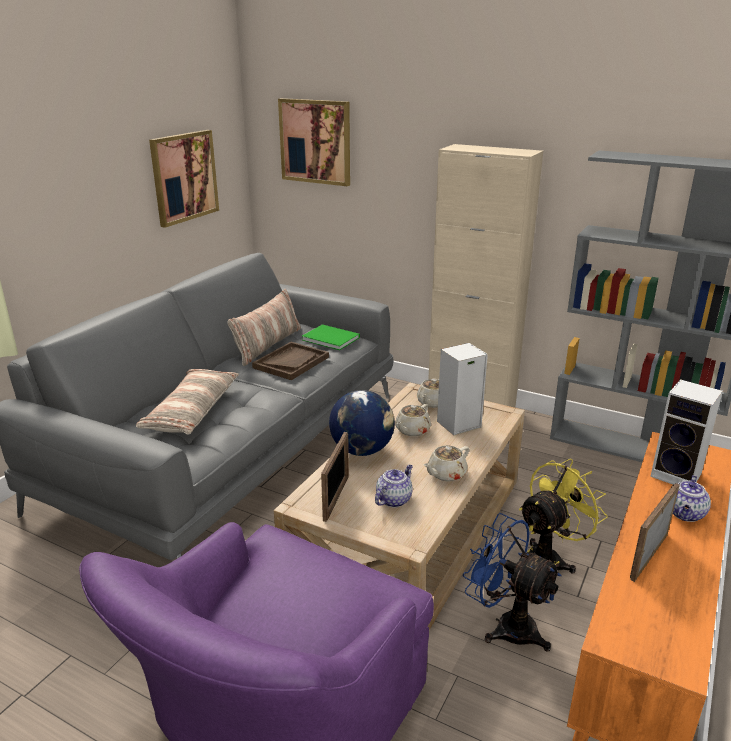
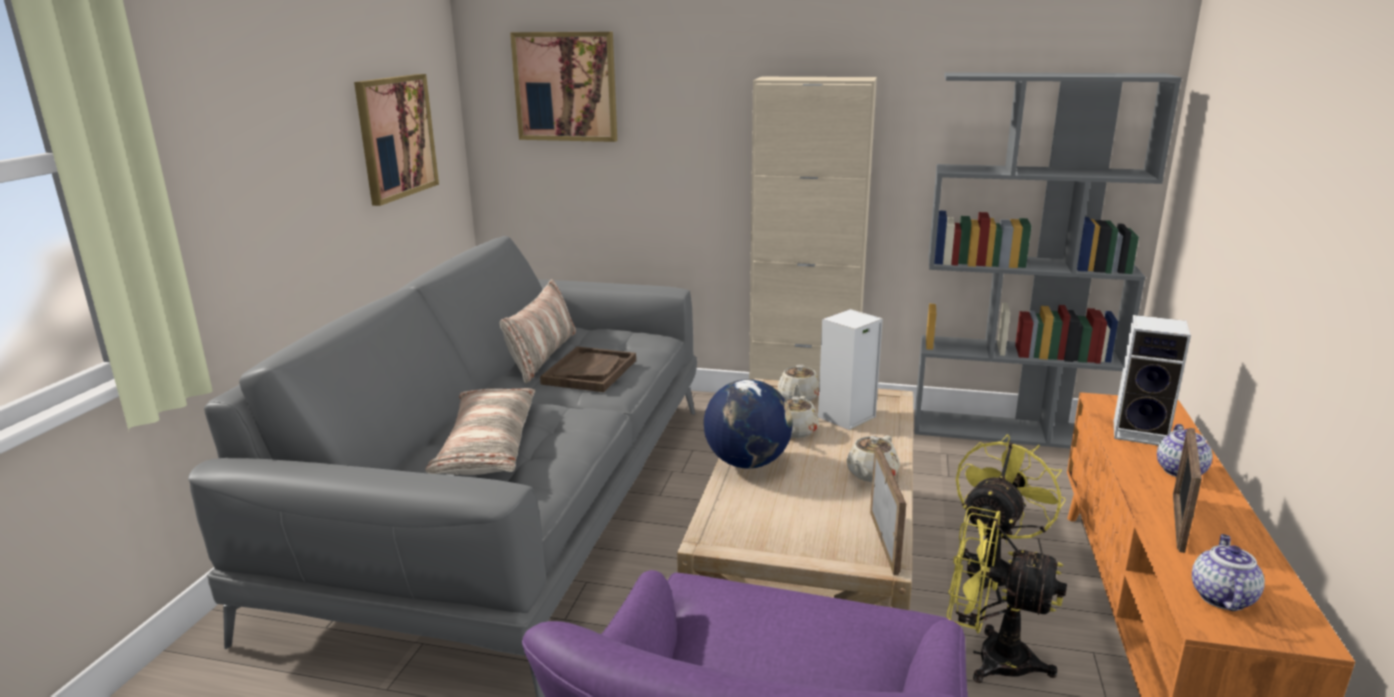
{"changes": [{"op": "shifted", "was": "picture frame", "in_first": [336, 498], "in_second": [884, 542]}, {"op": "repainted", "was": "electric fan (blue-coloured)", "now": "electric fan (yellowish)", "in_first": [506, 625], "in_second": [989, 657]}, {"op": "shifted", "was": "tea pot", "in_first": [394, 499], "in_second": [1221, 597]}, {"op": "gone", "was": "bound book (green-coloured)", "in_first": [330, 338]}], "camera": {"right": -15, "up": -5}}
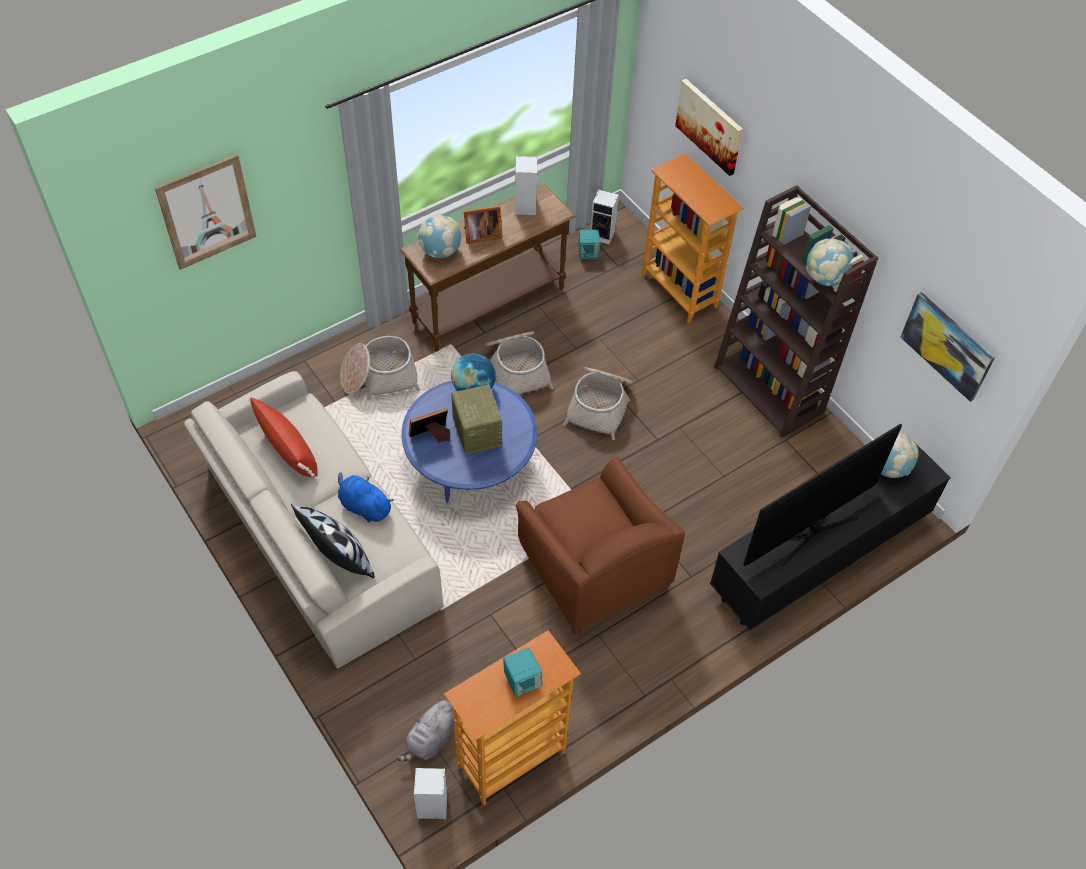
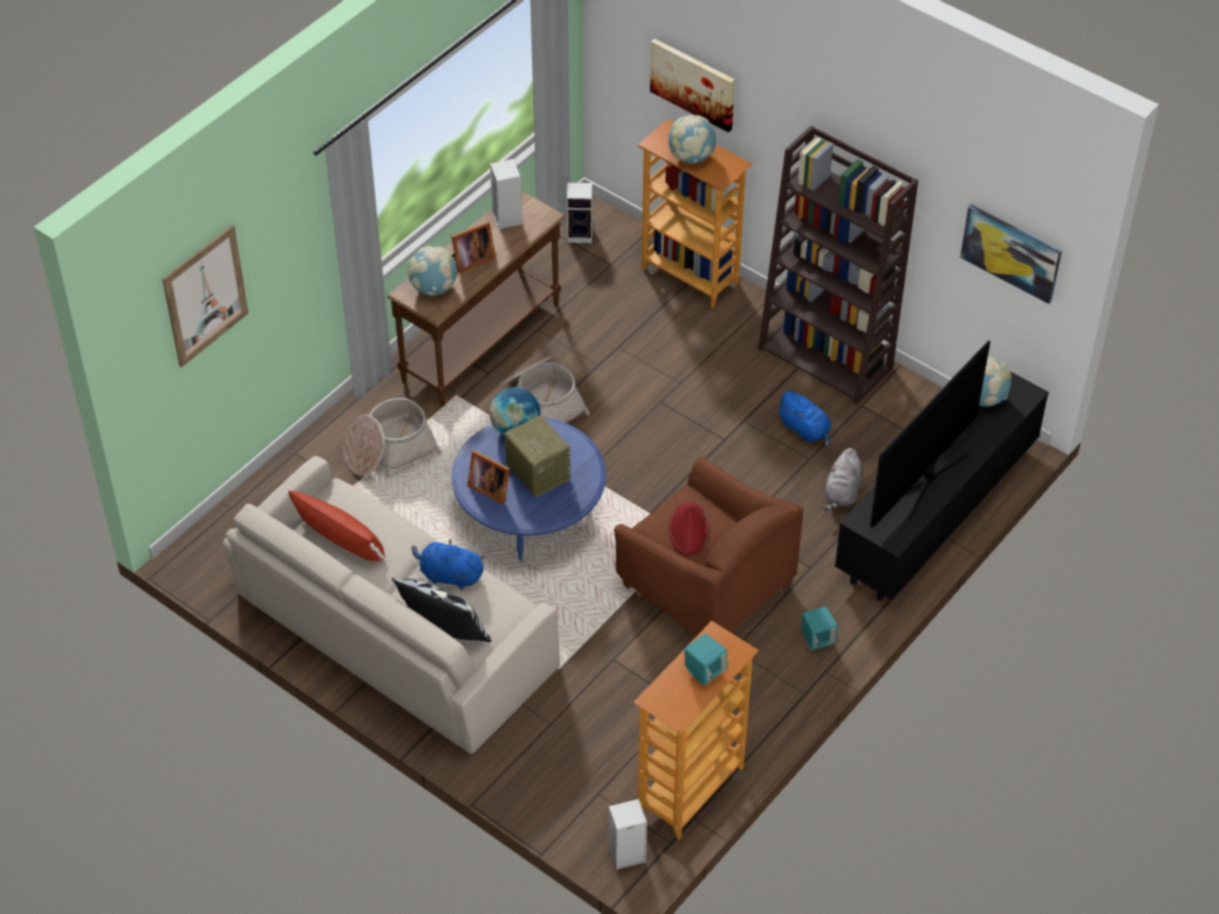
{"changes": [{"op": "rotated", "was": "picture frame", "in_first": [431, 435], "in_second": [489, 487], "clockwise": -105}, {"op": "shifted", "was": "world globe", "in_first": [825, 278], "in_second": [691, 157]}, {"op": "new", "now": "clothing hat (red)", "in_second": [688, 529]}, {"op": "new", "now": "soft toy (blue-coloured)", "in_second": [805, 430]}, {"op": "shifted", "was": "loudspeaker (turquoise-coloured)", "in_first": [588, 253], "in_second": [817, 639]}, {"op": "shifted", "was": "soft toy (gray)", "in_first": [430, 739], "in_second": [842, 493]}, {"op": "gone", "was": "household basket", "in_first": [600, 405]}], "camera": {"right": -15, "up": -5}}
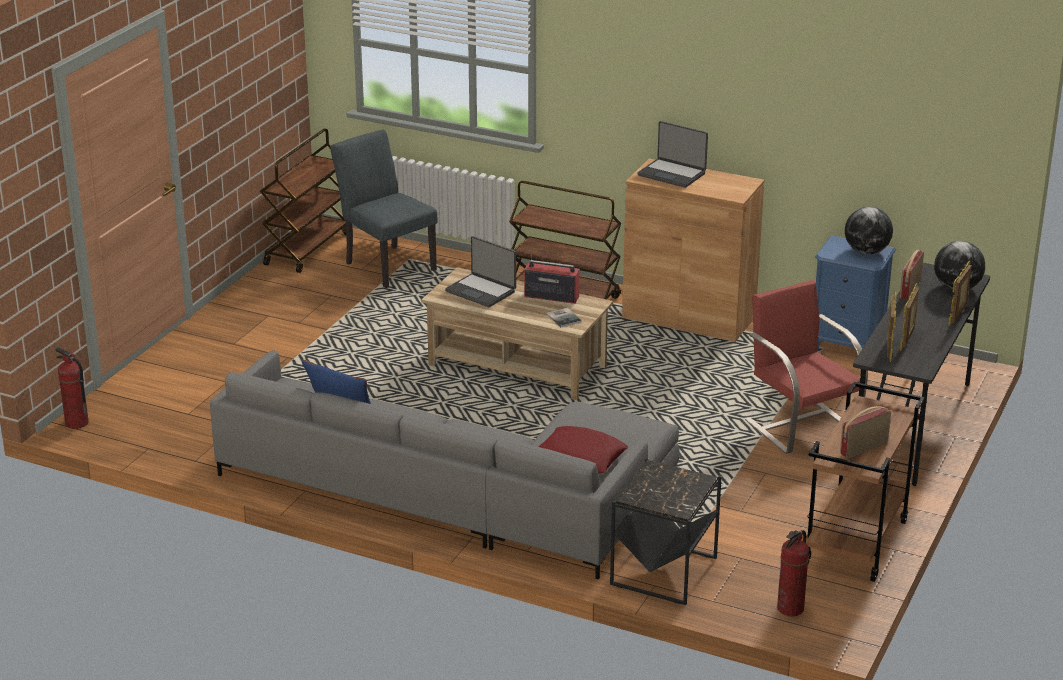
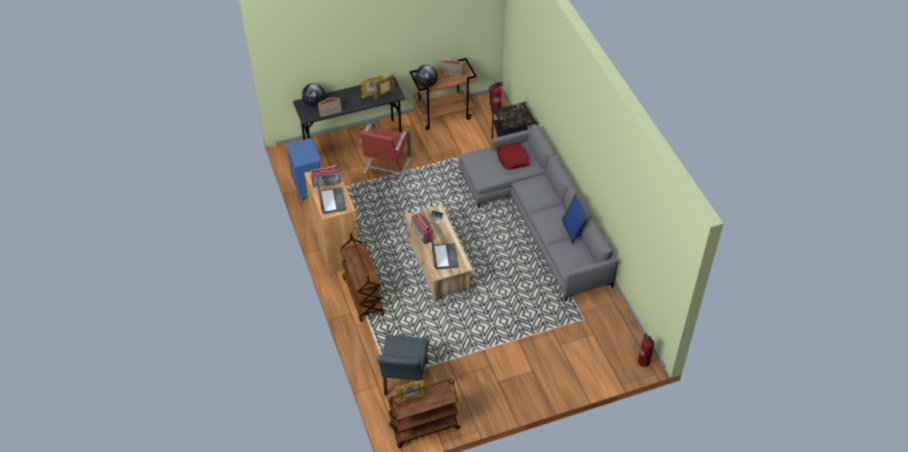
{"changes": [{"op": "new", "now": "radio", "in_second": [326, 182]}, {"op": "shifted", "was": "picture frame", "in_first": [957, 316], "in_second": [410, 398]}, {"op": "shifted", "was": "world globe", "in_first": [866, 252], "in_second": [426, 84]}], "camera": {"right": -135, "up": 20}}
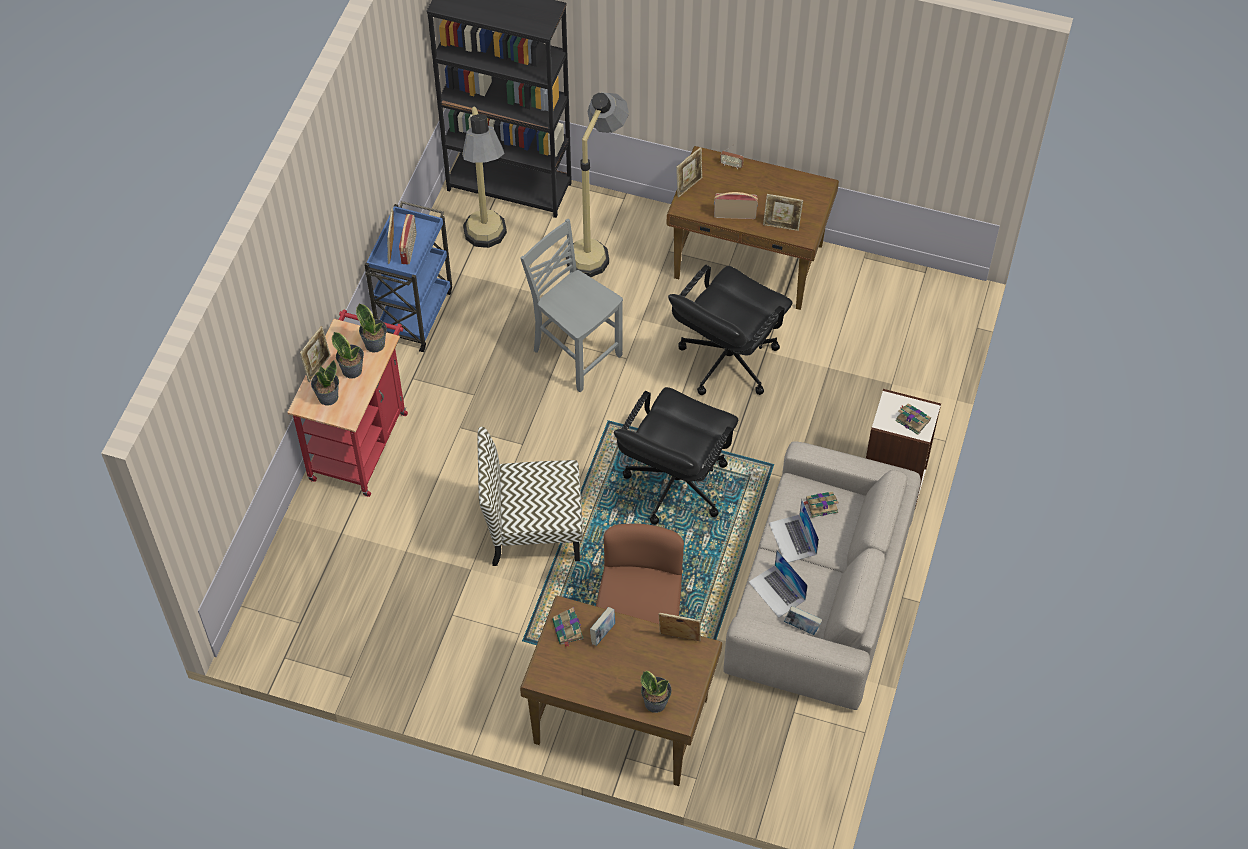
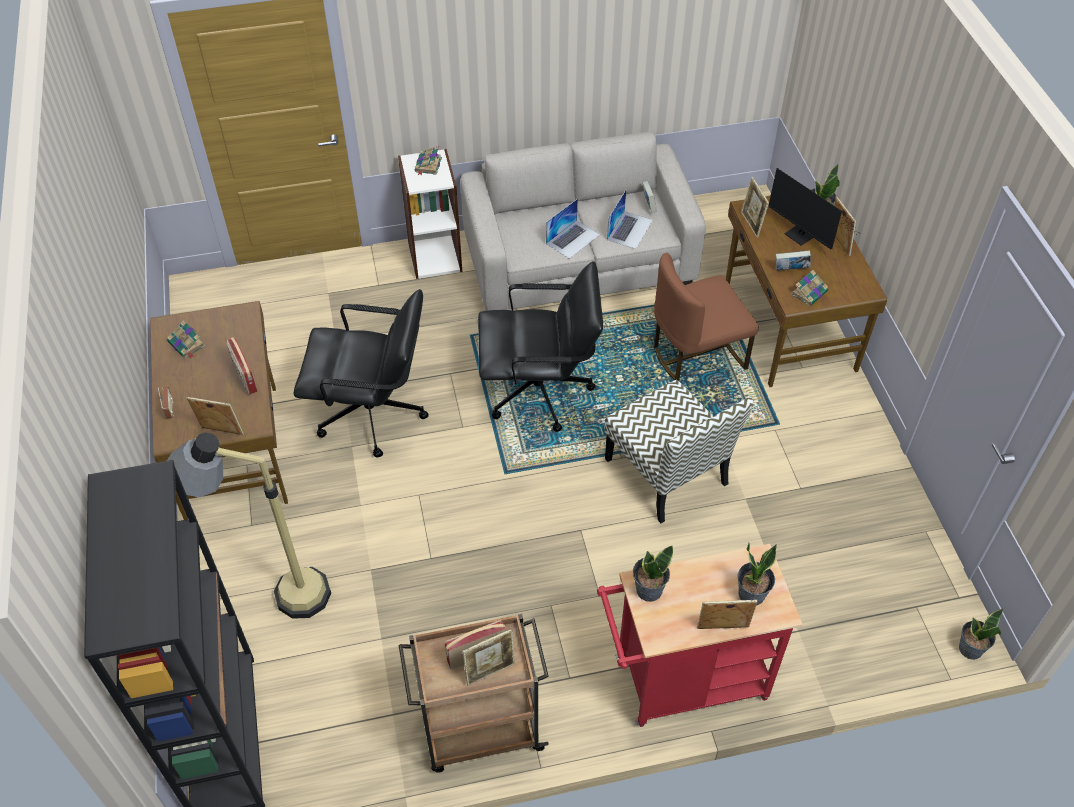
{"changes": [{"op": "shifted", "was": "bound book", "in_first": [820, 505], "in_second": [187, 344]}, {"op": "repainted", "was": "wheeled cart (blue-coloured)", "now": "wheeled cart (brown)", "in_first": [414, 313], "in_second": [479, 730]}, {"op": "new", "now": "monitor", "in_second": [802, 237]}, {"op": "shifted", "was": "picture frame", "in_first": [781, 226], "in_second": [838, 243]}, {"op": "shifted", "was": "potted plant", "in_first": [352, 370], "in_second": [970, 649]}, {"op": "gone", "was": "floor lamp", "in_first": [488, 246]}, {"op": "gone", "was": "chair (gray)", "in_first": [575, 353]}], "camera": {"right": -120, "up": -5}}
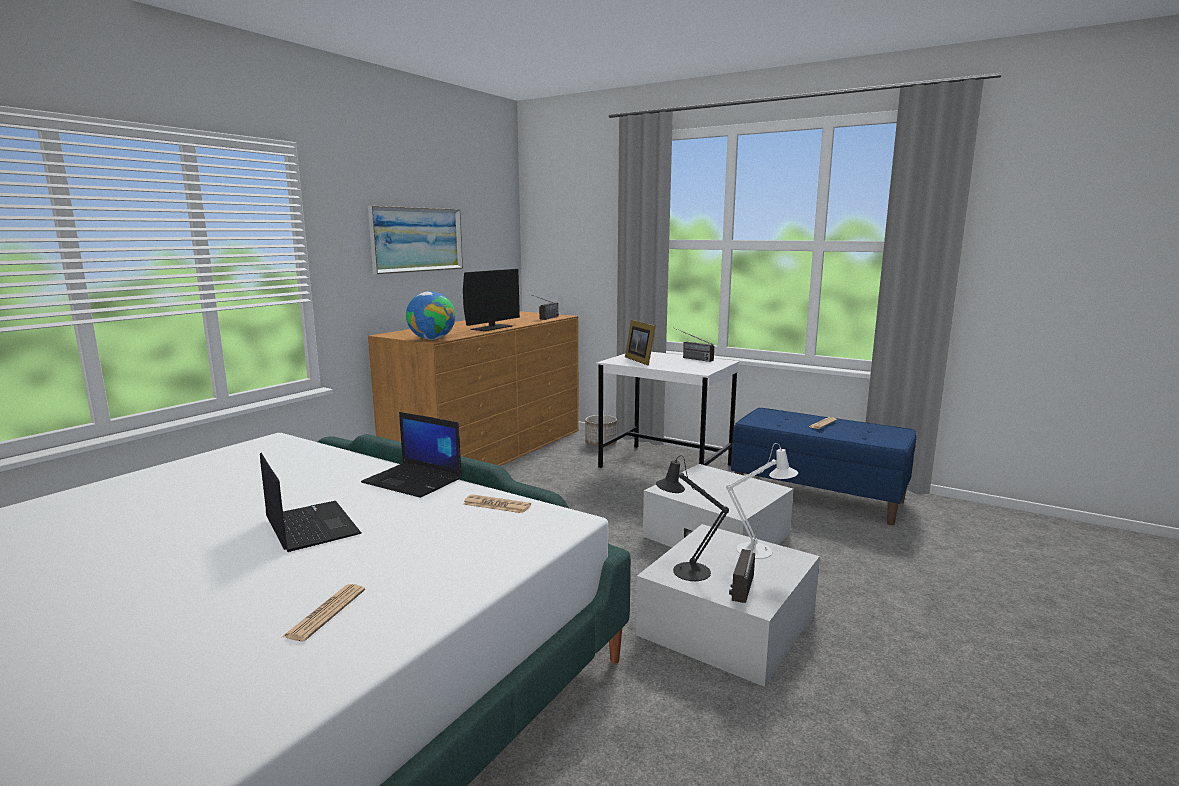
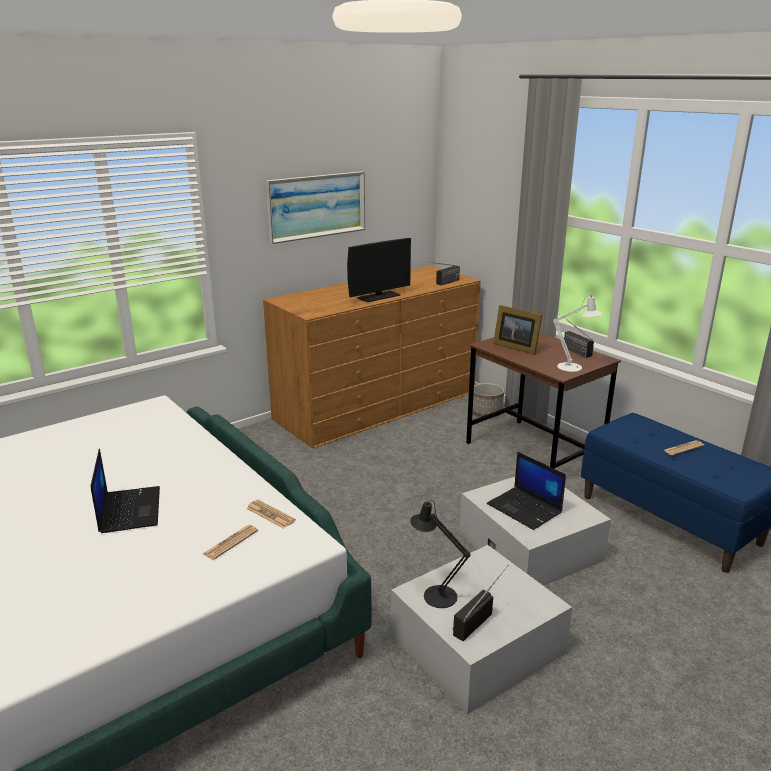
{"changes": [{"op": "shifted", "was": "daily paper", "in_first": [325, 613], "in_second": [230, 542]}, {"op": "repainted", "was": "desk (whitish)", "now": "desk (brown)", "in_first": [666, 466], "in_second": [534, 452]}, {"op": "shifted", "was": "portable computer", "in_first": [414, 481], "in_second": [525, 508]}, {"op": "rotated", "was": "picture frame", "in_first": [641, 360], "in_second": [515, 347], "clockwise": -45}, {"op": "shifted", "was": "table lamp (whitish)", "in_first": [760, 551], "in_second": [573, 368]}, {"op": "gone", "was": "world globe", "in_first": [432, 339]}], "camera": {"right": 20, "up": 10}}
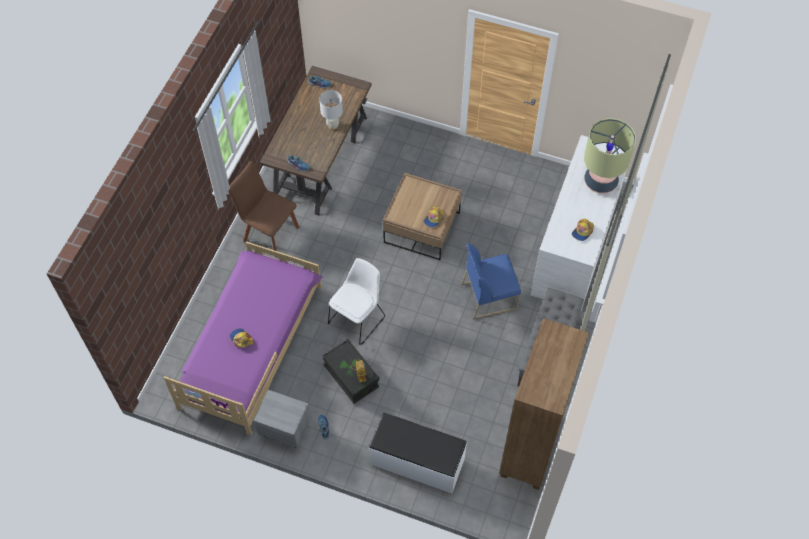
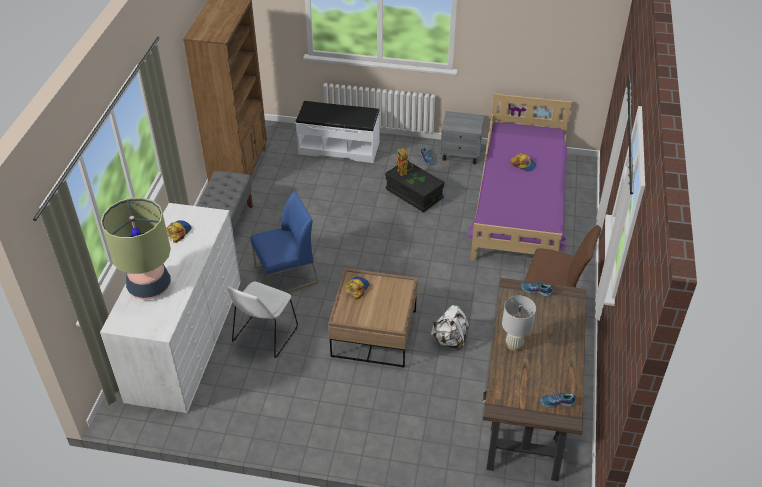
{"changes": [{"op": "shifted", "was": "chair (whitish)", "in_first": [357, 318], "in_second": [264, 336]}, {"op": "new", "now": "knapsack (whitish)", "in_second": [450, 340]}], "camera": {"right": 170, "up": -15}}
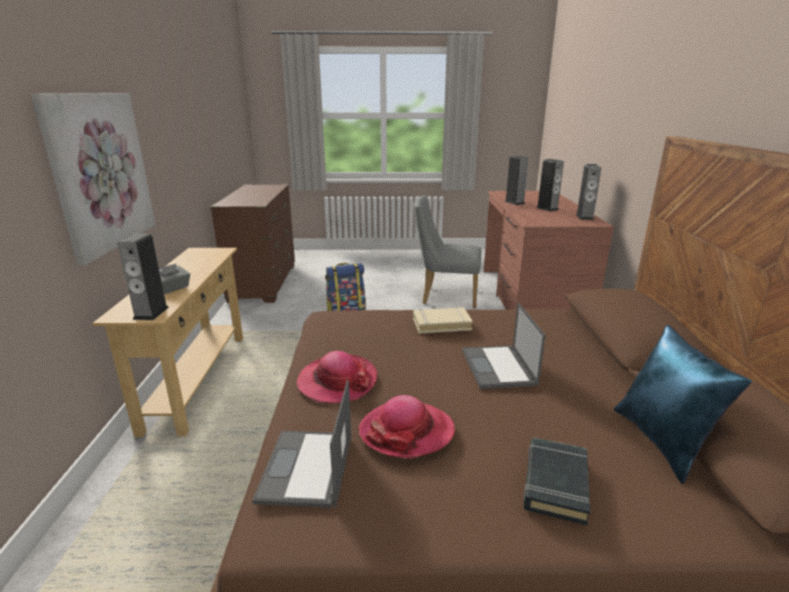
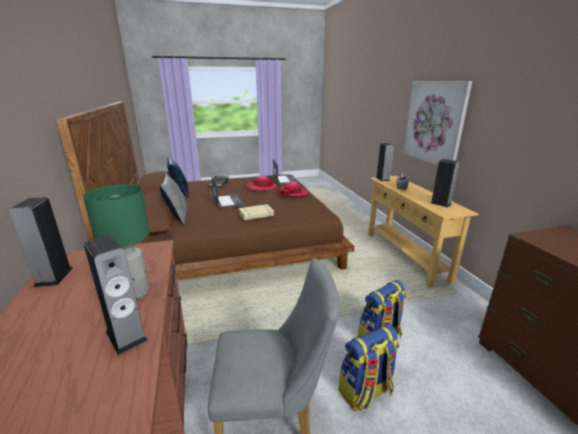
{"changes": [{"op": "new", "now": "table lamp (green-coloured)", "in_second": [135, 292]}, {"op": "new", "now": "cushion (gray)", "in_second": [177, 217]}, {"op": "new", "now": "knapsack", "in_second": [366, 392]}, {"op": "shifted", "was": "loudspeaker", "in_first": [547, 208], "in_second": [440, 203]}], "camera": {"right": 165, "up": 0}}
